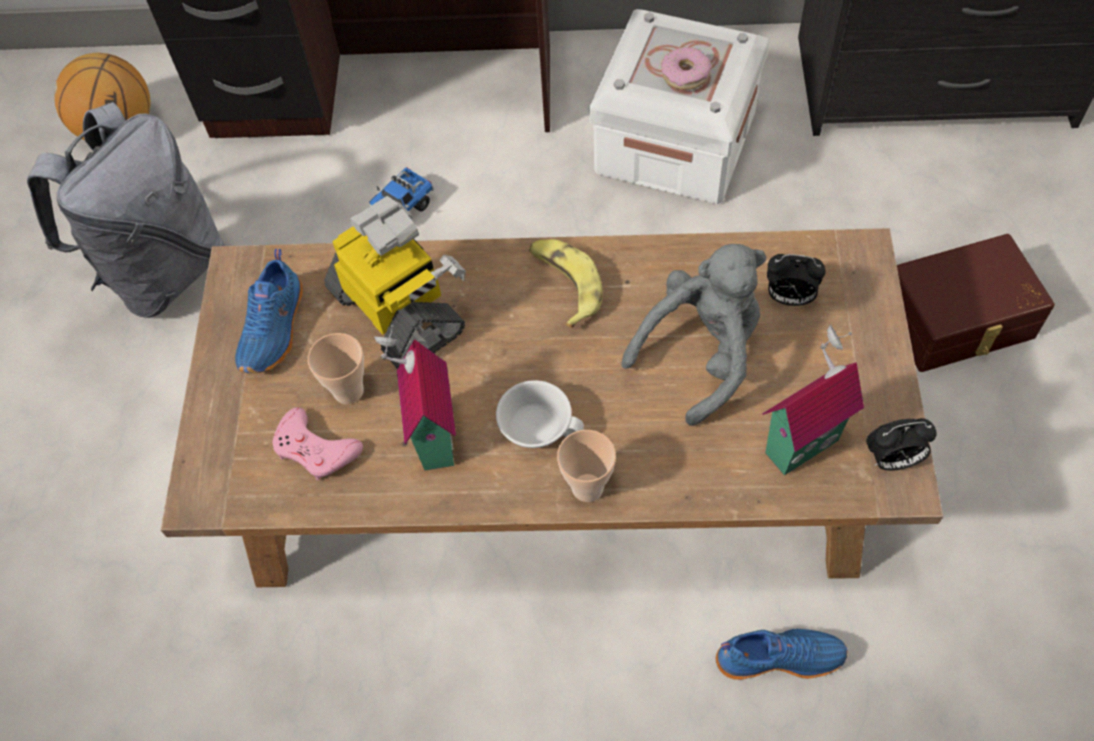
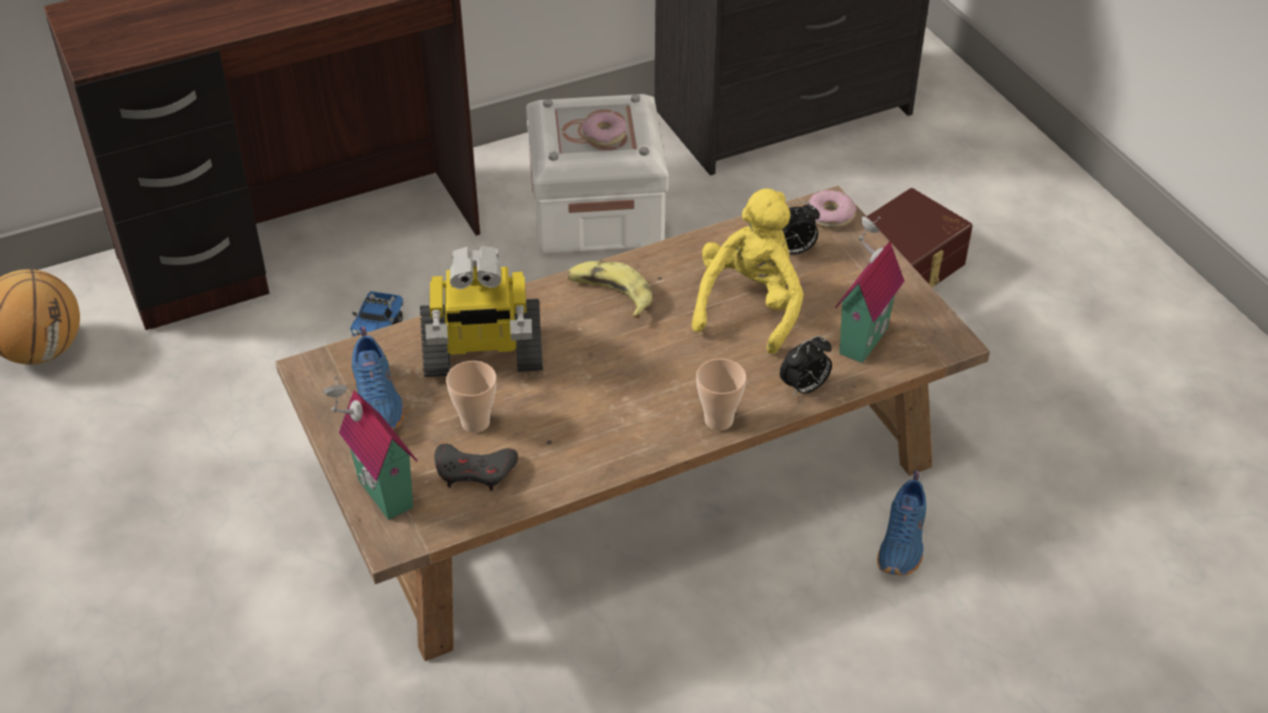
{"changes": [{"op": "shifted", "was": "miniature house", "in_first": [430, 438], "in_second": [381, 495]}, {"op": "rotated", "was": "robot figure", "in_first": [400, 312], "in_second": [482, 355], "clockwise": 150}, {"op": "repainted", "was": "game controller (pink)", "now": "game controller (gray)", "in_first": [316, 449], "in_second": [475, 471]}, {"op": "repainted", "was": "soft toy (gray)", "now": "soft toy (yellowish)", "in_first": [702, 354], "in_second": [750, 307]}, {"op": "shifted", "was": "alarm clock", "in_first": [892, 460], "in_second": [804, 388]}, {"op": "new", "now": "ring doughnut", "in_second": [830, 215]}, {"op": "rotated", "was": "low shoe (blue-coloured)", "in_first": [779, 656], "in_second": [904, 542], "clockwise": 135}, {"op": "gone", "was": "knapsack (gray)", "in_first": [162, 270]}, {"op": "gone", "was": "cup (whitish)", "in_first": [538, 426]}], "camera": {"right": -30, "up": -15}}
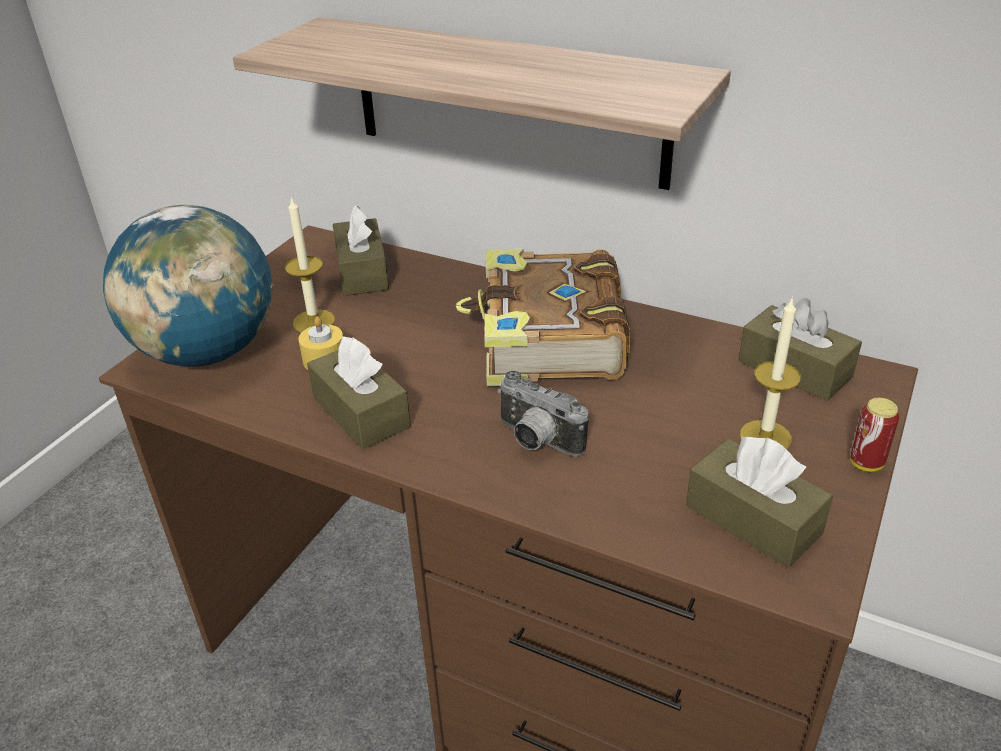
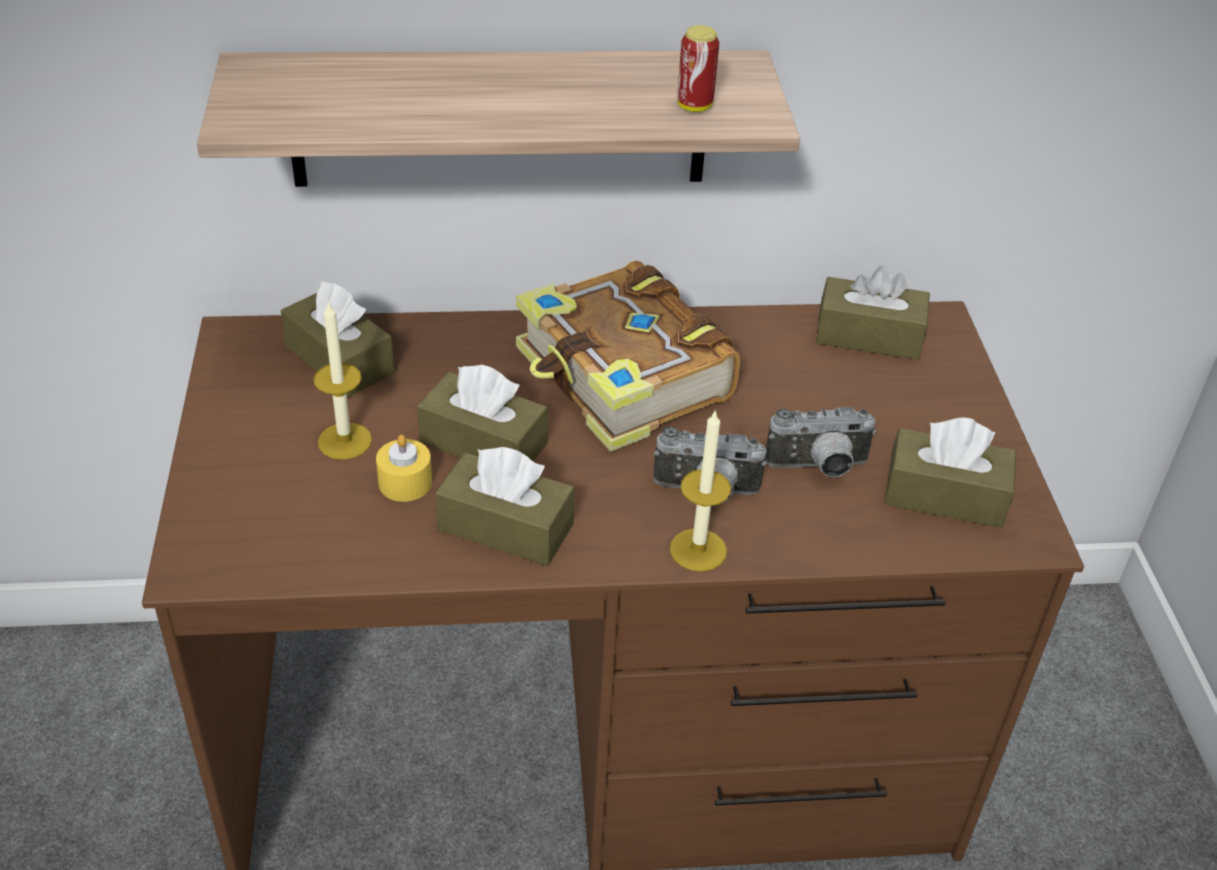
{"changes": [{"op": "new", "now": "box of tissues (brown)", "in_second": [483, 443]}, {"op": "shifted", "was": "wax candle", "in_first": [765, 437], "in_second": [698, 550]}, {"op": "shifted", "was": "sealed can", "in_first": [866, 463], "in_second": [694, 106]}, {"op": "new", "now": "photo camera", "in_second": [819, 468]}, {"op": "gone", "was": "world globe", "in_first": [207, 352]}], "camera": {"right": -35, "up": 5}}
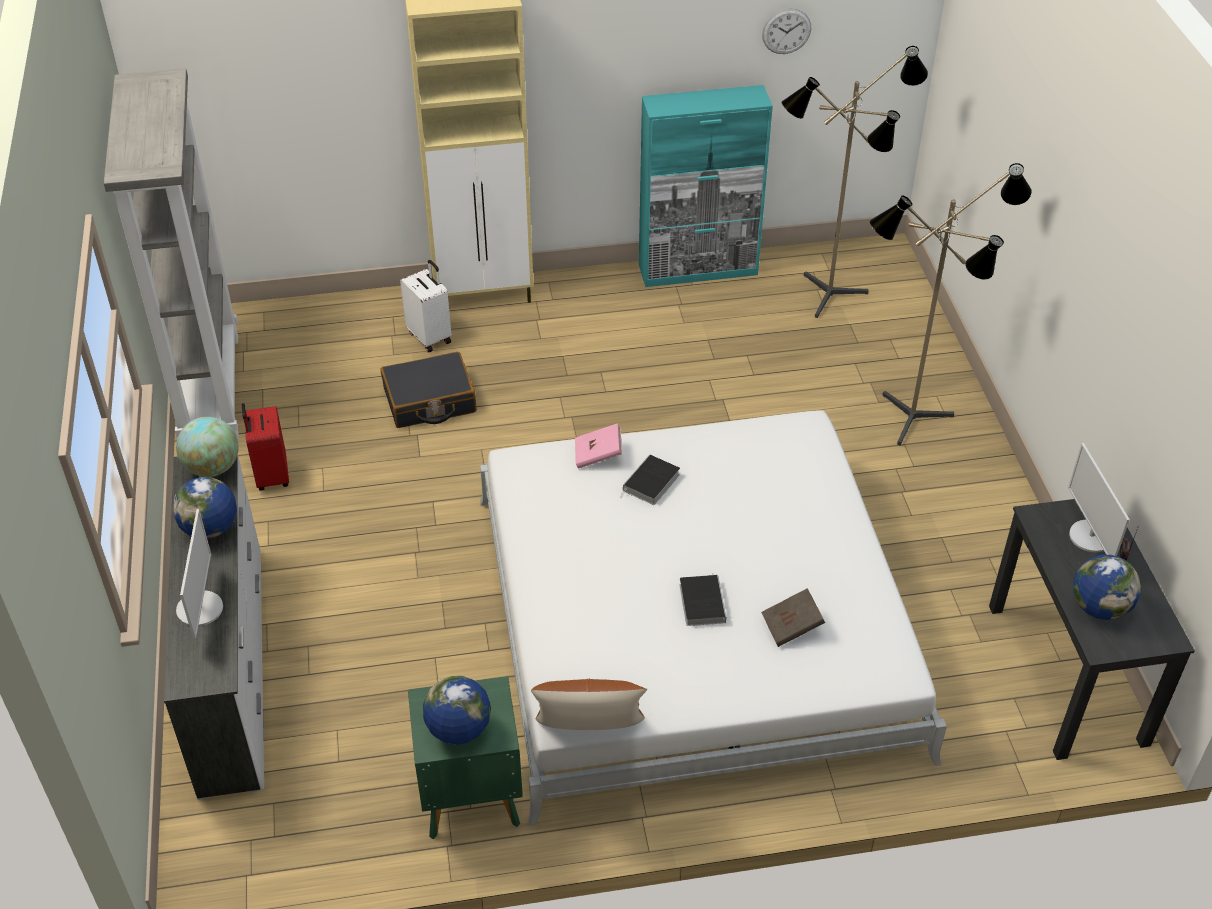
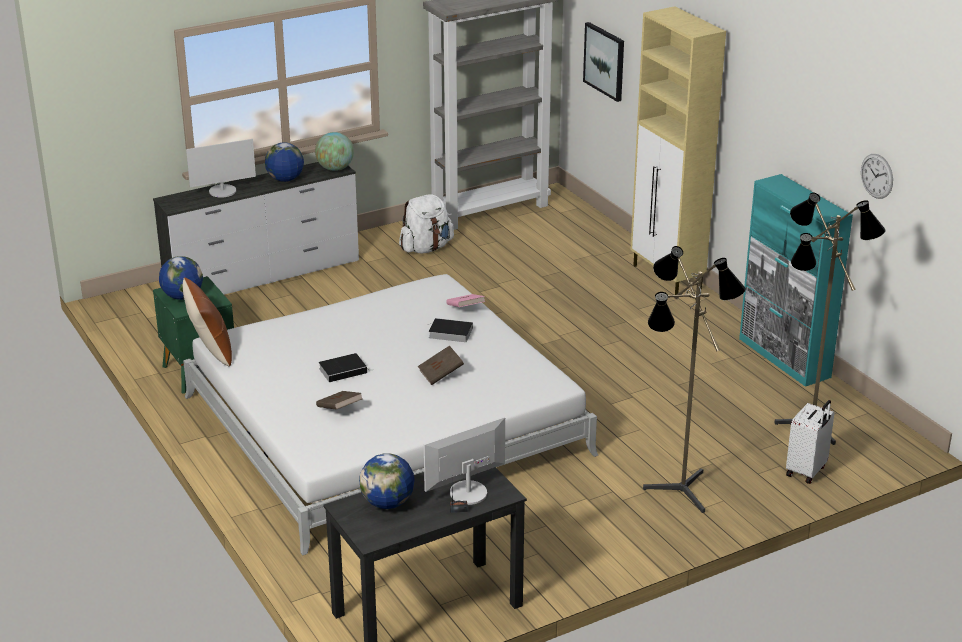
{"changes": [{"op": "swapped", "was": "suitcase (red)", "now": "knapsack (whitish)", "in_first": [271, 476], "in_second": [426, 248]}, {"op": "new", "now": "bound book (brown)", "in_second": [441, 374]}, {"op": "new", "now": "wall art", "in_second": [605, 61]}, {"op": "shifted", "was": "suitcase (whitish)", "in_first": [430, 337], "in_second": [807, 471]}, {"op": "gone", "was": "suitcase (blackish)", "in_first": [429, 401]}], "camera": {"right": 70, "up": -15}}
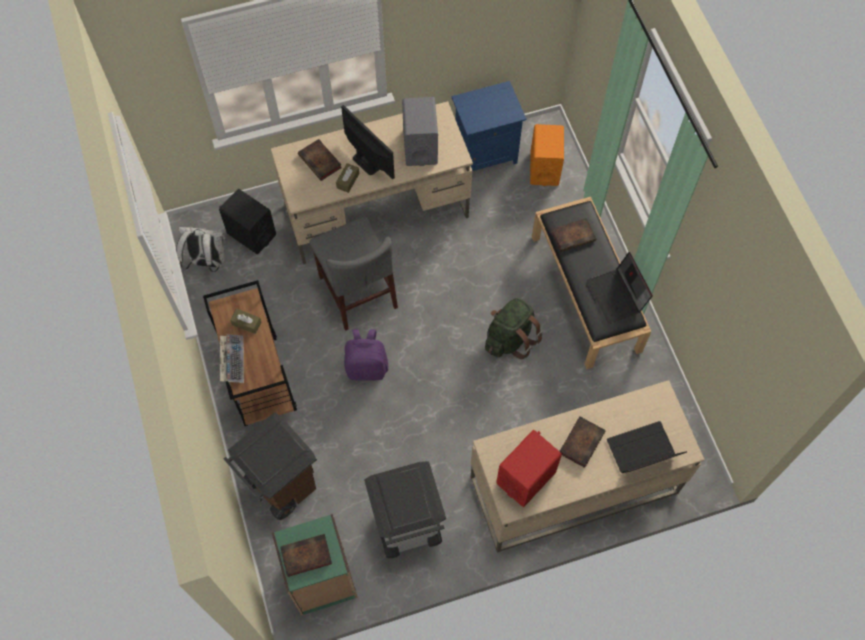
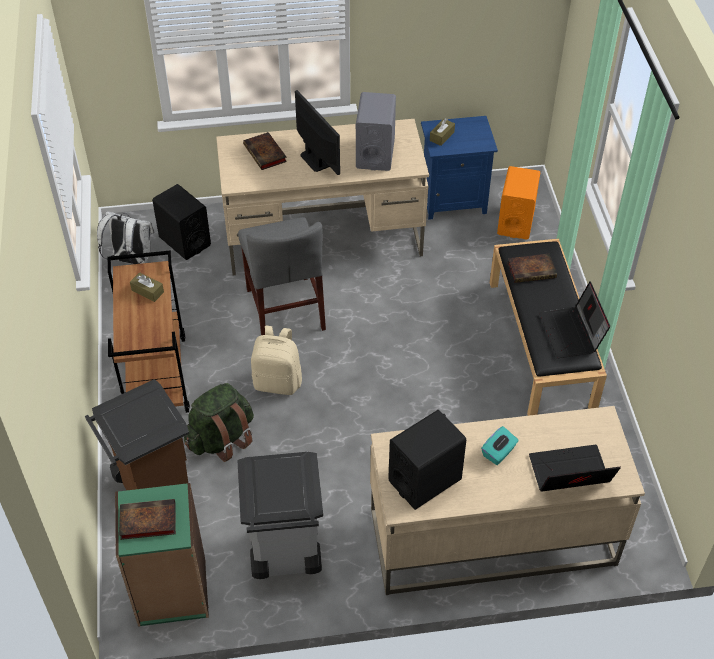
{"changes": [{"op": "shifted", "was": "knapsack (green-coloured)", "in_first": [510, 338], "in_second": [221, 439]}, {"op": "repainted", "was": "knapsack (purple-coloured)", "now": "knapsack (sand-coloured)", "in_first": [367, 367], "in_second": [278, 382]}, {"op": "repainted", "was": "loudspeaker (red)", "now": "loudspeaker (blackish)", "in_first": [526, 477], "in_second": [425, 480]}, {"op": "shifted", "was": "box of tissues (brown)", "in_first": [348, 180], "in_second": [442, 136]}, {"op": "swapped", "was": "bound book", "now": "box of tissues (turquoise-coloured)", "in_first": [581, 441], "in_second": [498, 453]}, {"op": "gone", "was": "keyboard", "in_first": [232, 360]}], "camera": {"right": 10, "up": -15}}
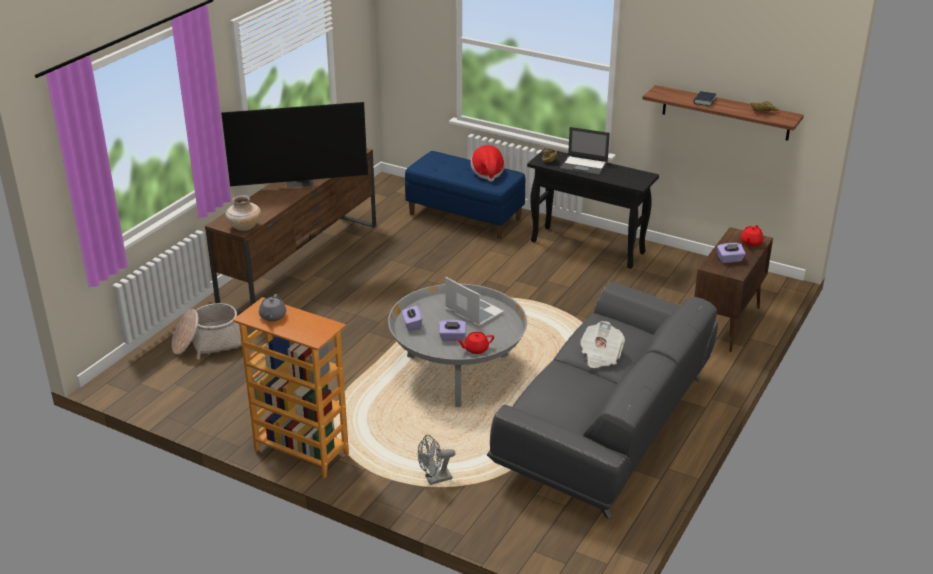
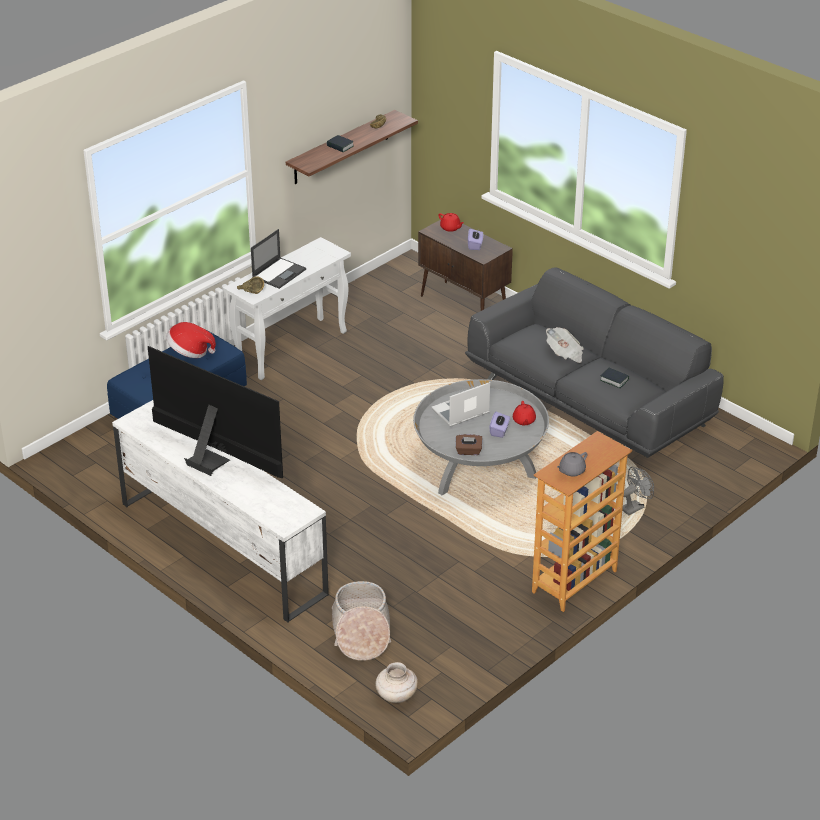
{"changes": [{"op": "repainted", "was": "tv unit (brown)", "now": "tv unit (whitish)", "in_first": [301, 264], "in_second": [222, 547]}, {"op": "rotated", "was": "TV", "in_first": [300, 182], "in_second": [211, 459], "clockwise": -60}, {"op": "repainted", "was": "hall table (blackish)", "now": "hall table (whitish)", "in_first": [588, 247], "in_second": [292, 348]}, {"op": "shifted", "was": "vase (sand-coloured)", "in_first": [244, 227], "in_second": [396, 696]}, {"op": "repainted", "was": "box of tissues (purple-coloured)", "now": "box of tissues (brown)", "in_first": [412, 324], "in_second": [468, 451]}, {"op": "rotated", "was": "tea pot (gray)", "in_first": [272, 316], "in_second": [571, 471], "clockwise": 120}, {"op": "new", "now": "bound book", "in_second": [614, 380]}, {"op": "rotated", "was": "electric fan (gray)", "in_first": [434, 479], "in_second": [634, 507], "clockwise": -120}], "camera": {"right": -75, "up": 5}}
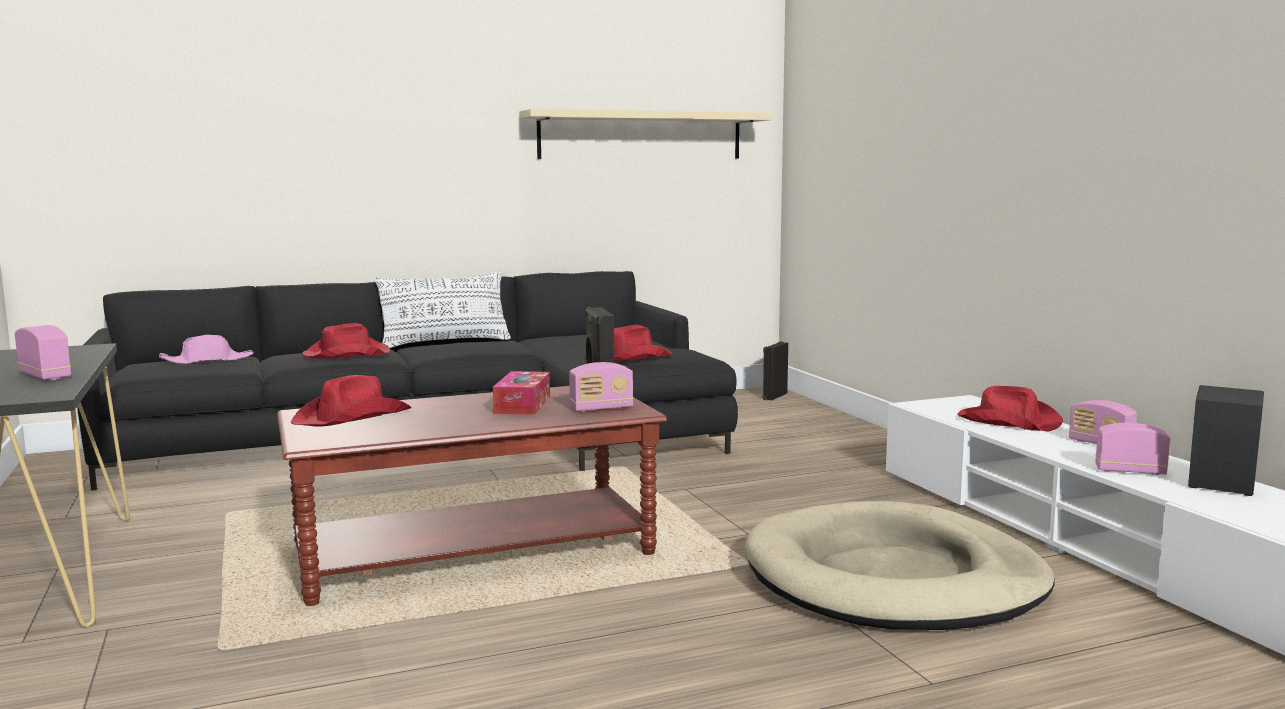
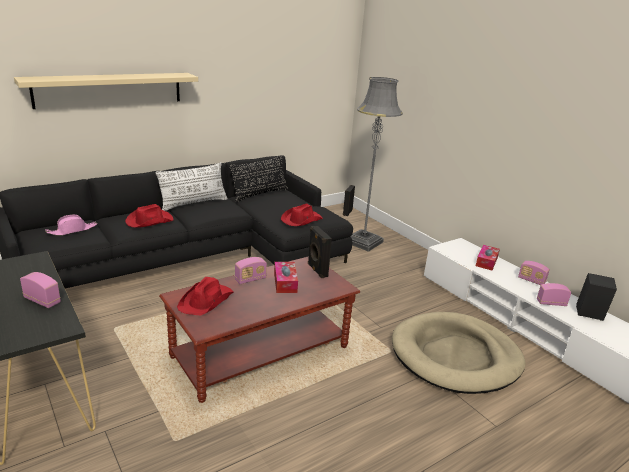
{"changes": [{"op": "shifted", "was": "shelf (sand-coloured)", "in_first": [641, 135], "in_second": [109, 89]}, {"op": "new", "now": "cushion (blackish)", "in_second": [259, 194]}, {"op": "shifted", "was": "radio", "in_first": [601, 408], "in_second": [250, 279]}, {"op": "new", "now": "floor lamp (gray)", "in_second": [363, 242]}, {"op": "swapped", "was": "clothing hat (red)", "now": "box of tissues", "in_first": [1008, 421], "in_second": [486, 262]}], "camera": {"right": -15, "up": 15}}
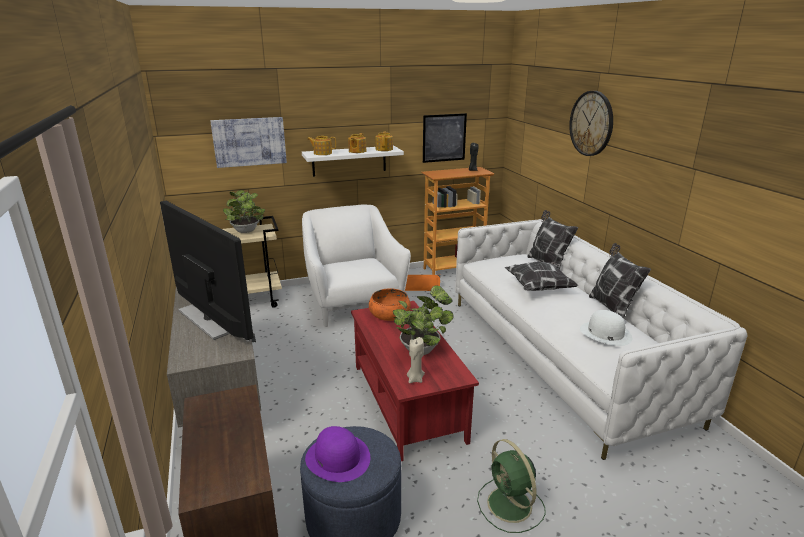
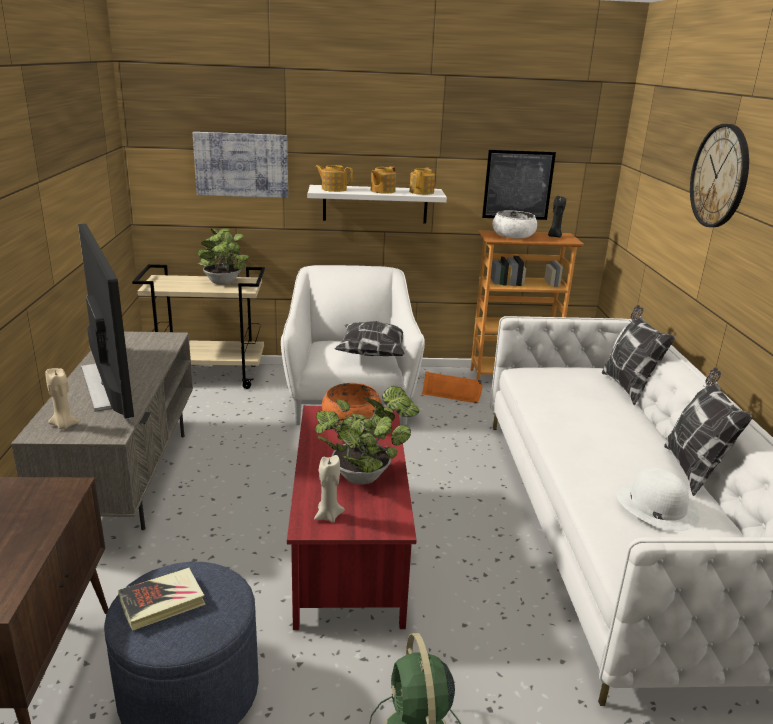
{"changes": [{"op": "new", "now": "wax candle (sand-coloured)", "in_second": [64, 425]}, {"op": "swapped", "was": "clothing hat (purple-coloured)", "now": "bound book", "in_first": [338, 458], "in_second": [163, 602]}, {"op": "shifted", "was": "cushion", "in_first": [539, 287], "in_second": [374, 354]}, {"op": "new", "now": "deep dish (whitish)", "in_second": [513, 235]}], "camera": {"right": 15, "up": 0}}
